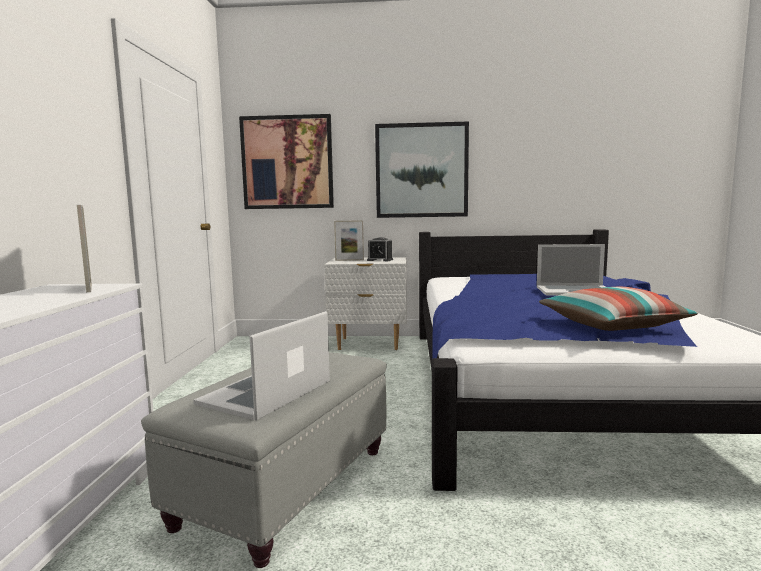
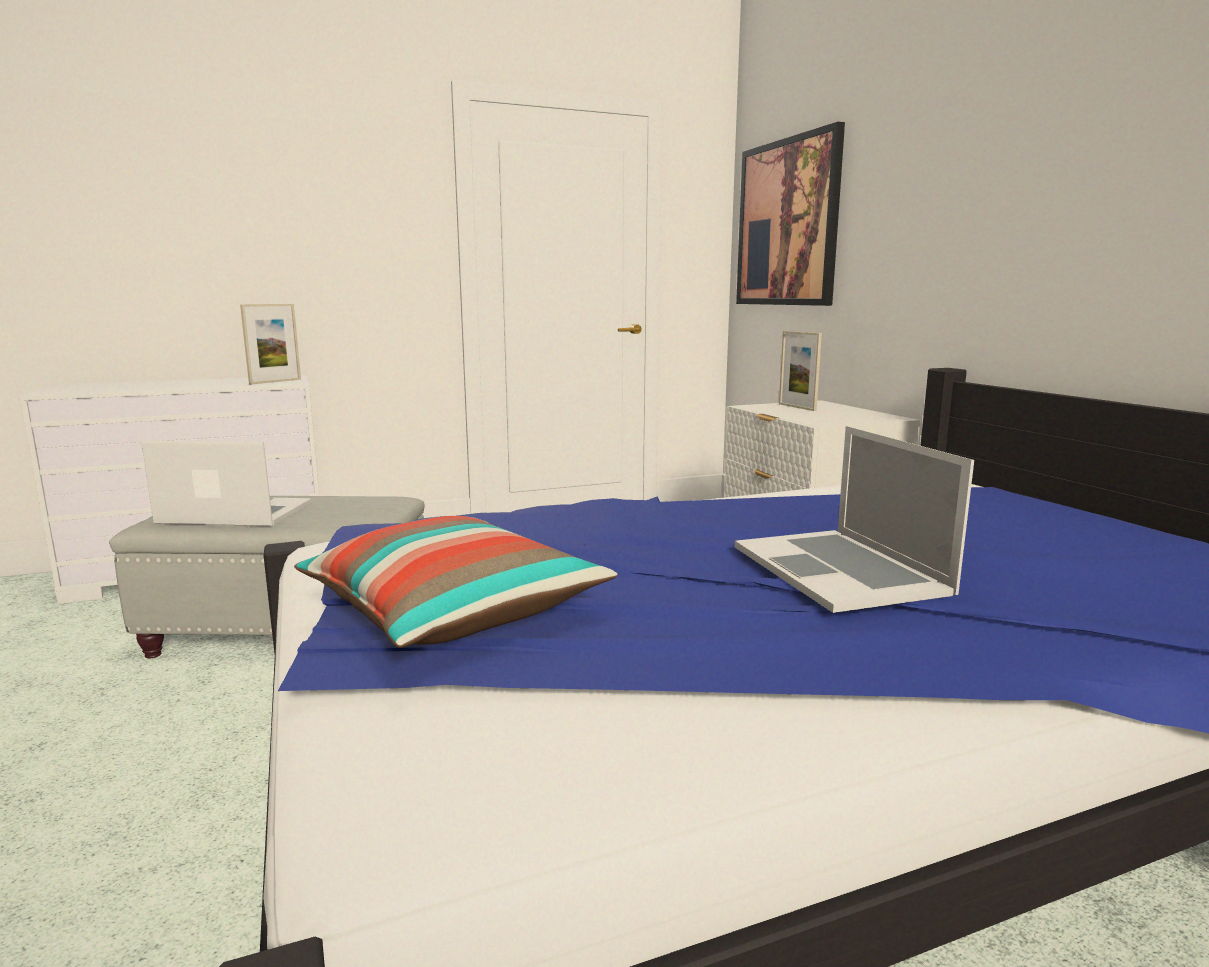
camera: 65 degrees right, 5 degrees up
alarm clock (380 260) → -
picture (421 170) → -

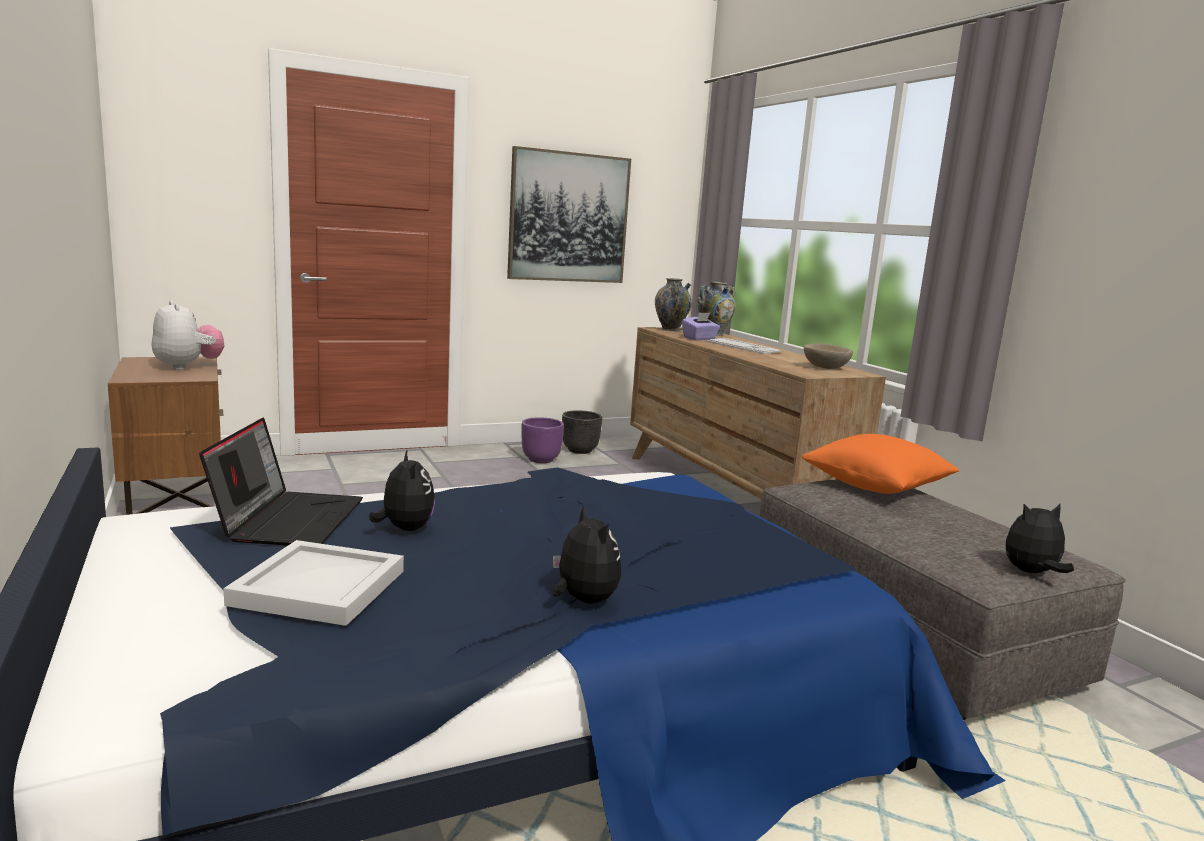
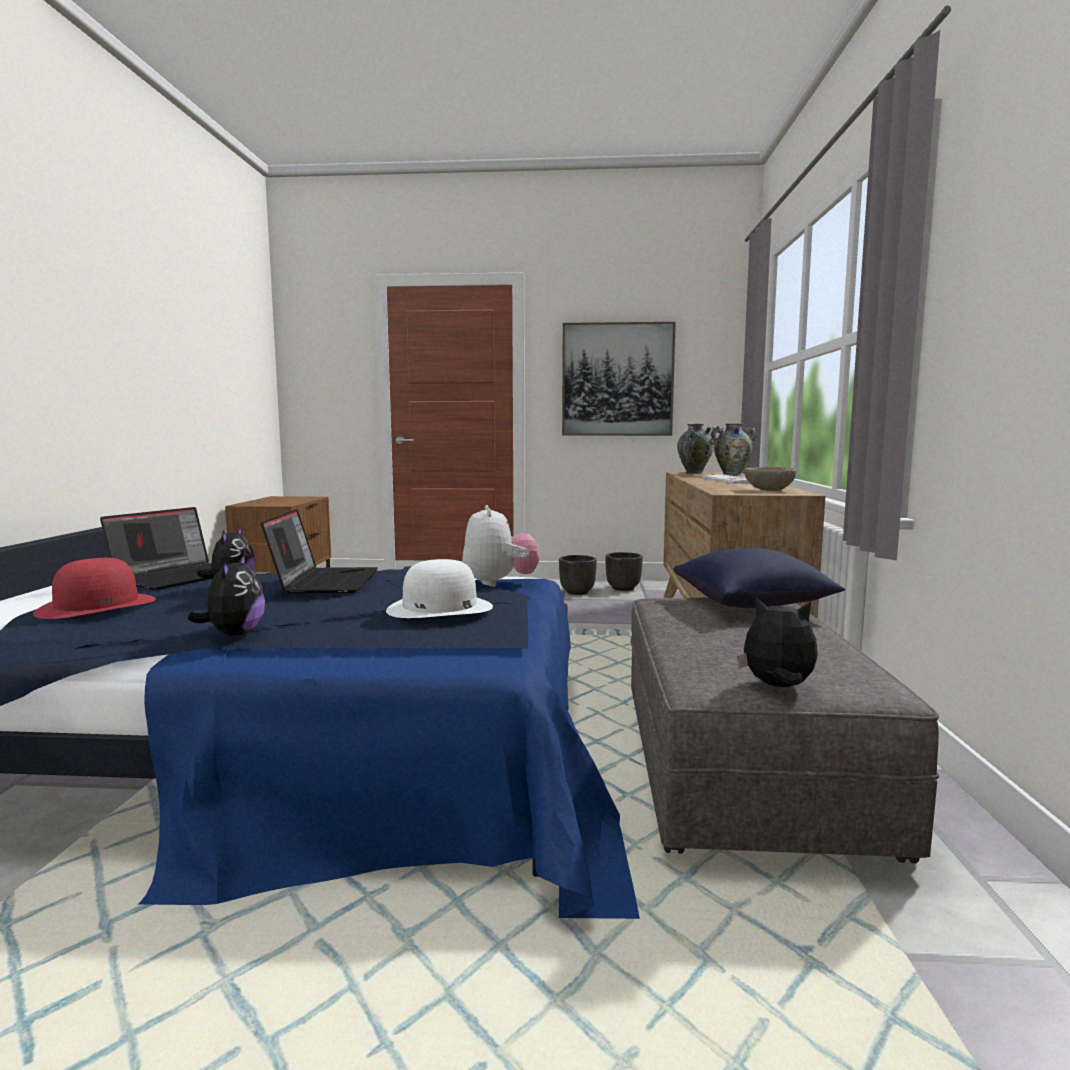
camera: 30 degrees right, 5 degrees down
tray (white) (318 586) → hat (red) (97 606)
- → laptop (324 582)
- → hat (white) (439 608)
plush toy (188 367) → plush toy (499 583), shifted
planter (purple) (541 459) → planter (black) (577 592)
pillow (orange) (877 486) → pillow (blue) (752 604)
tissue box (purple) (699 339) → -

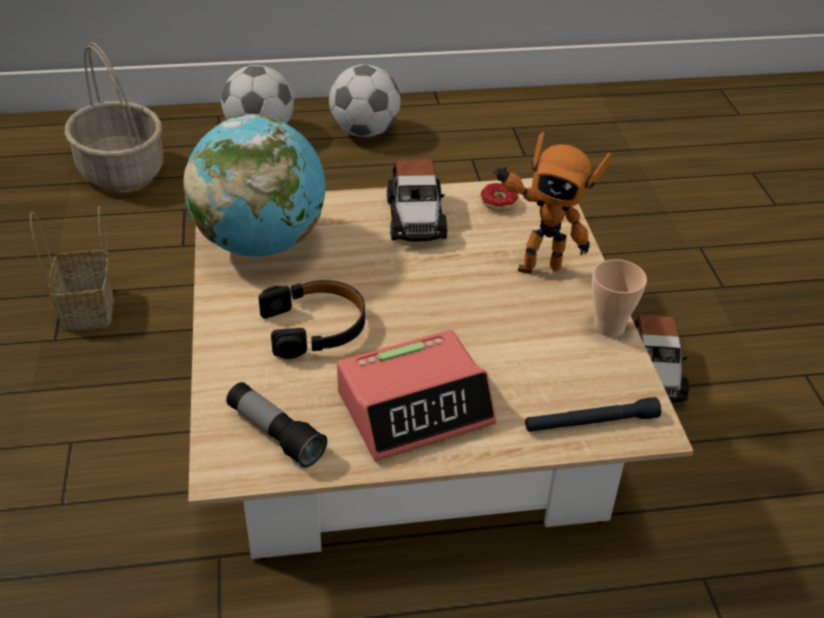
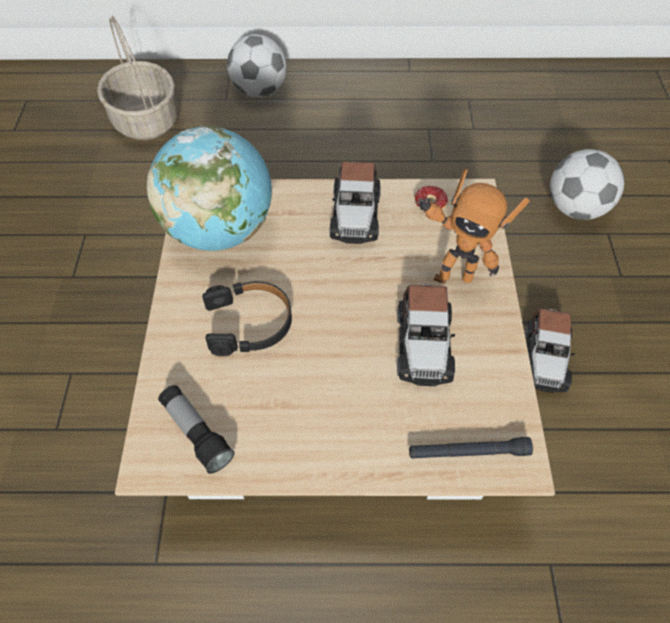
camera: 10 degrees right, 15 degrees up
- → toy car (423 344)
football (365 132) → football (576 208), shifted
basket (89 310) → -
alarm clock (415 407) → -
cup (609 327) → -

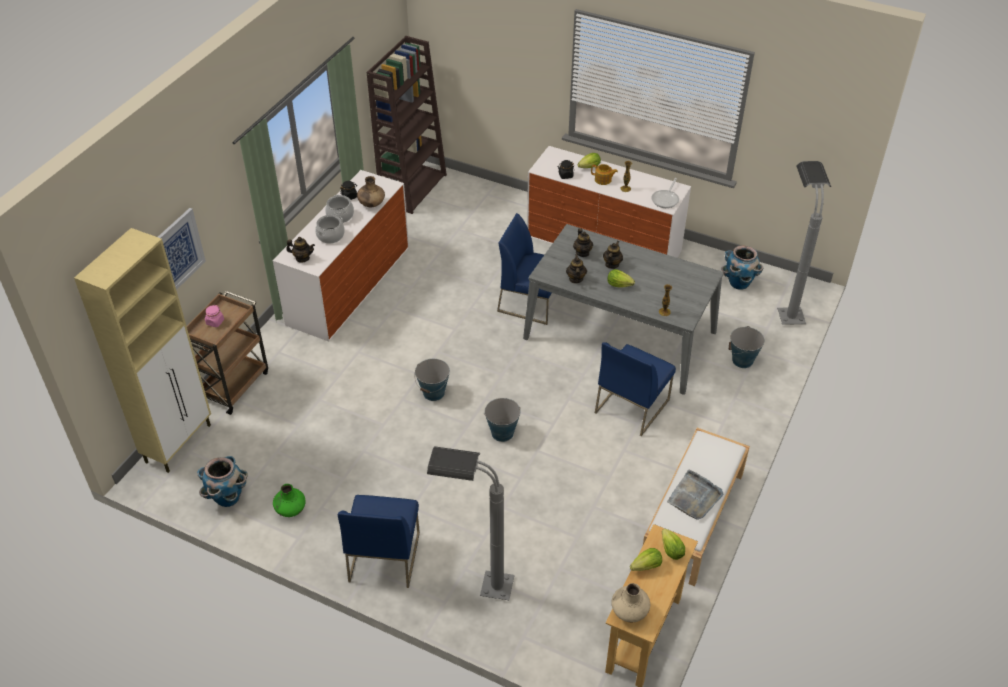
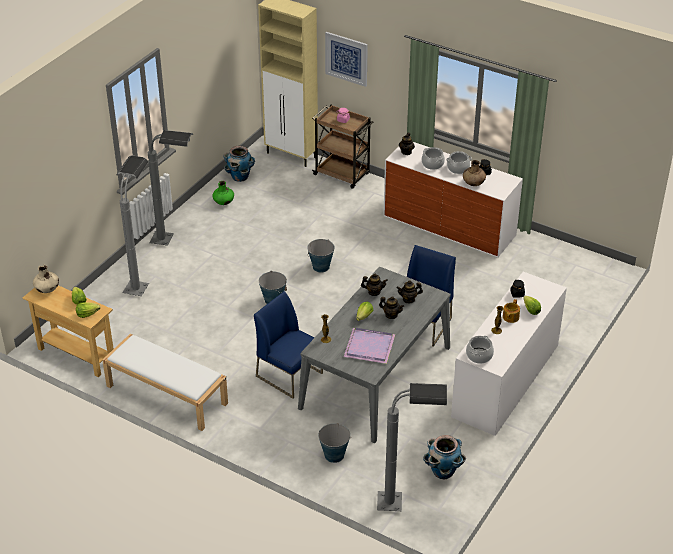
camera: 95 degrees right, 5 degrees down
chair (blue) (384 556) → floor lamp (grey) (175 241)
- → tray (purple) (370 347)
frying pan (666 199) → cooking pot (479 356)
bookcase (brown) (413 188) → -
tray (grey) (694 497) → -

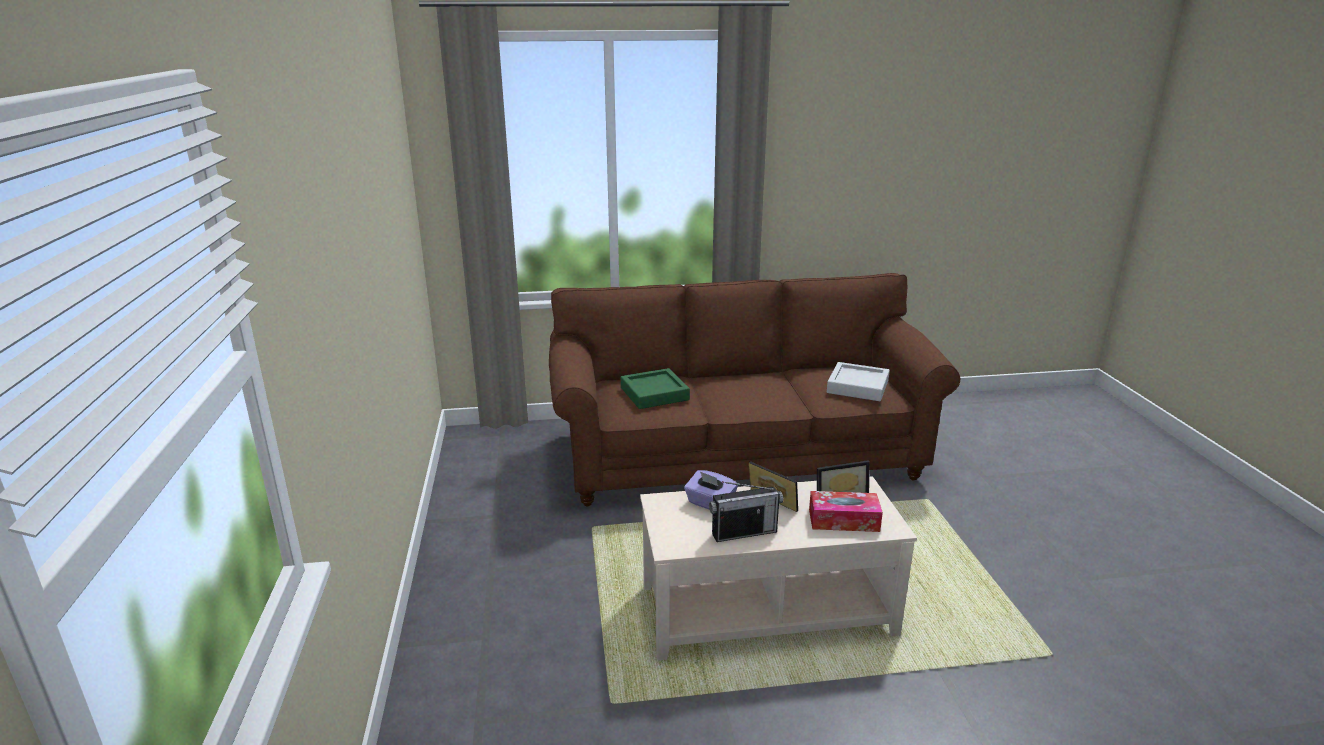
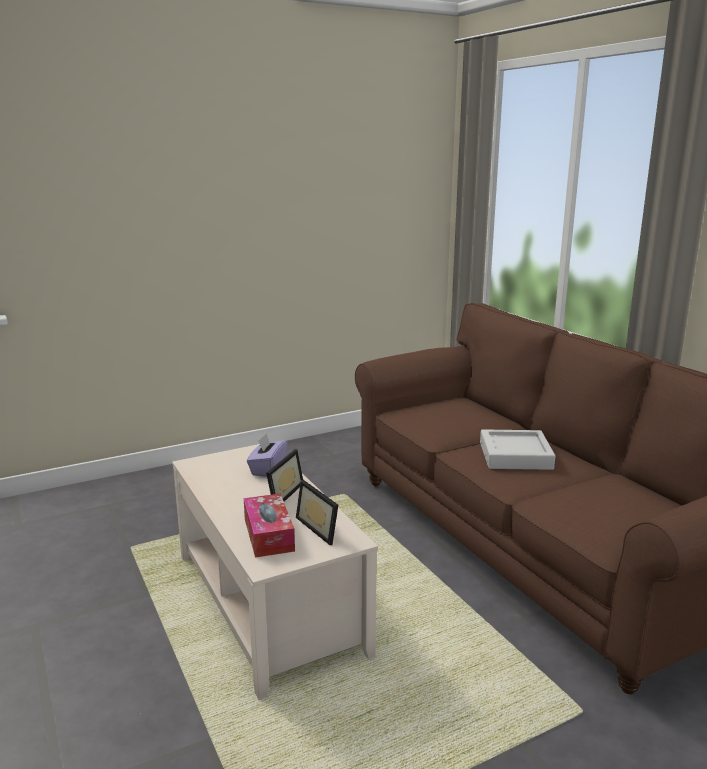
camera: 70 degrees right, 5 degrees down
tray (grey) (857 387) → tray (grey) (515 456), shifted
tray (green) (654 394) → -
radio (744 532) → -

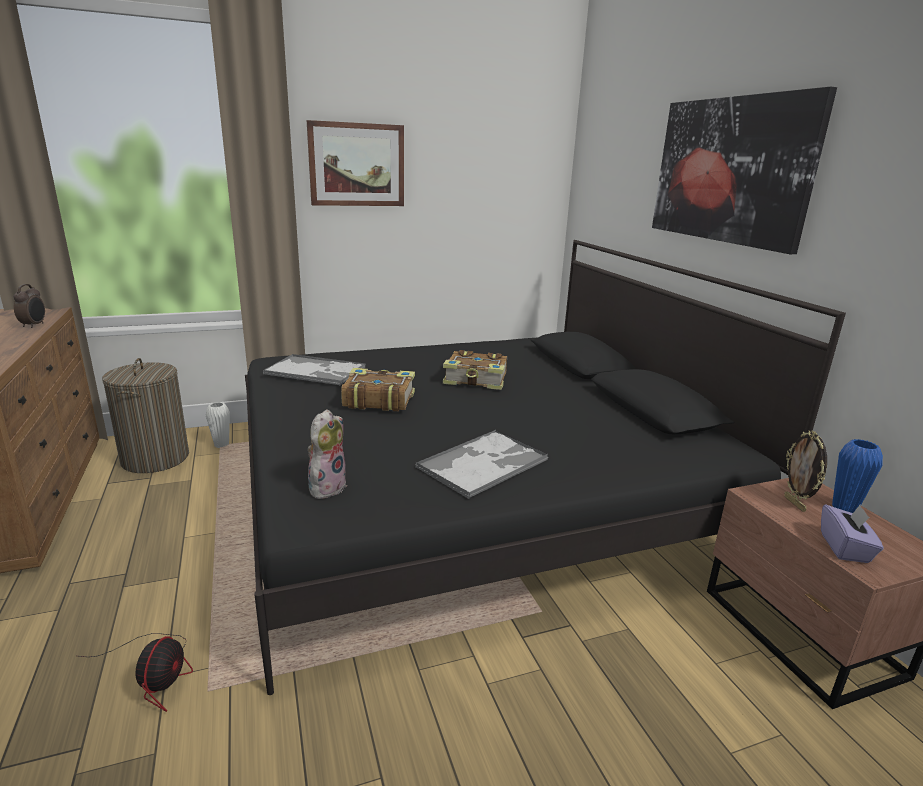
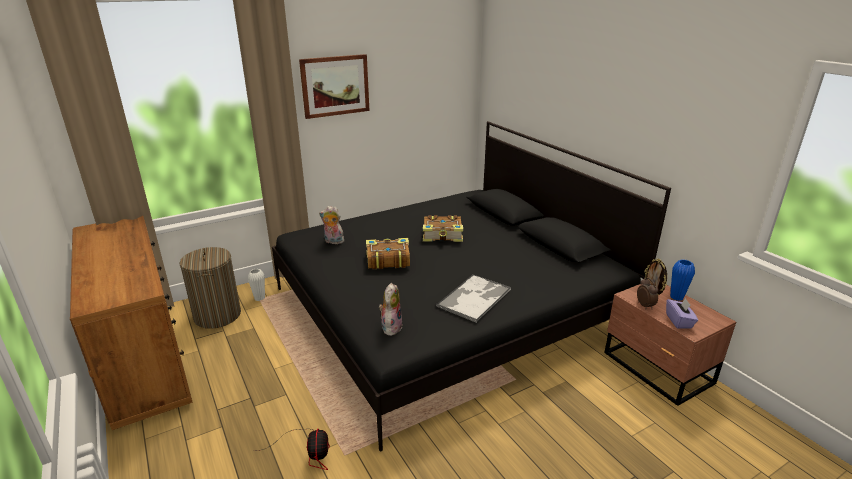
camera: 10 degrees left, 5 degrees up
tray (316 371) → plush toy (333 241)
alarm clock (34 325) → alarm clock (645 305), shifted
picture (730 170) → -

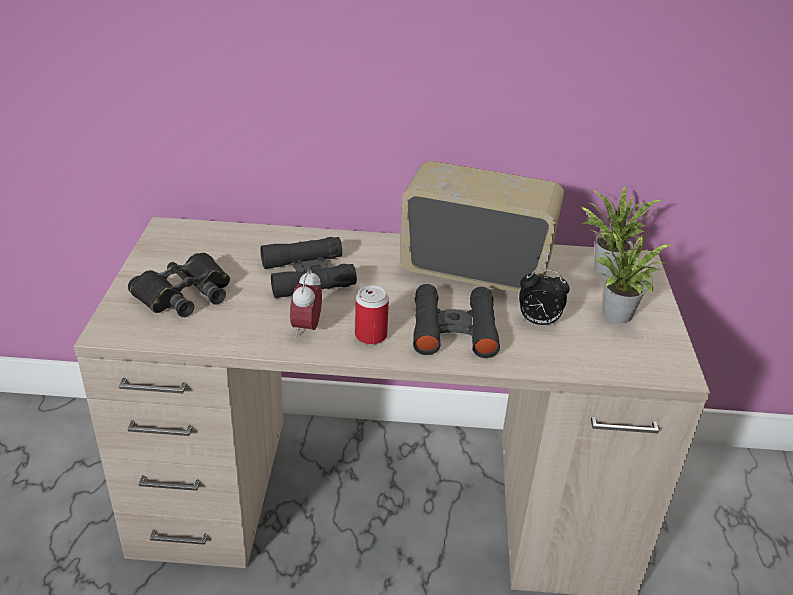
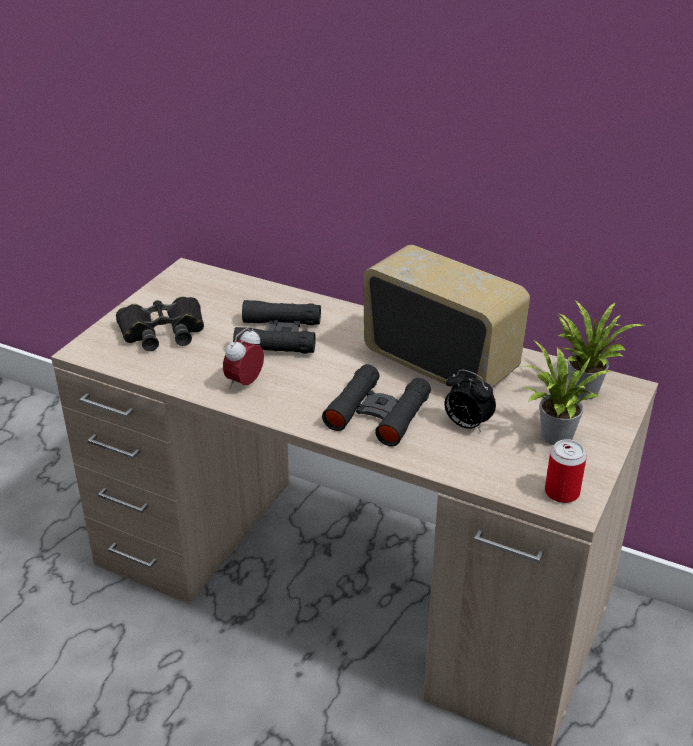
camera: 25 degrees right, 0 degrees up
can (371 336) → can (562 492), shifted

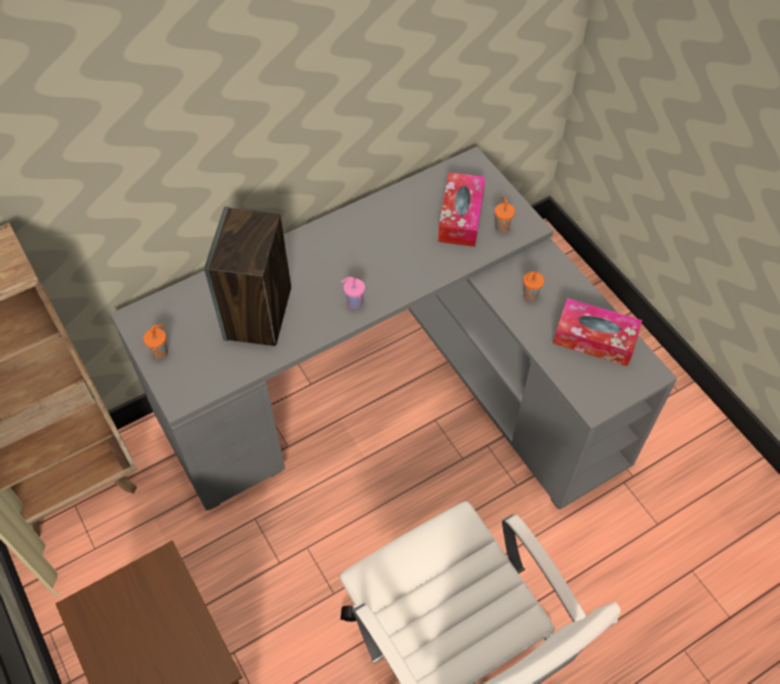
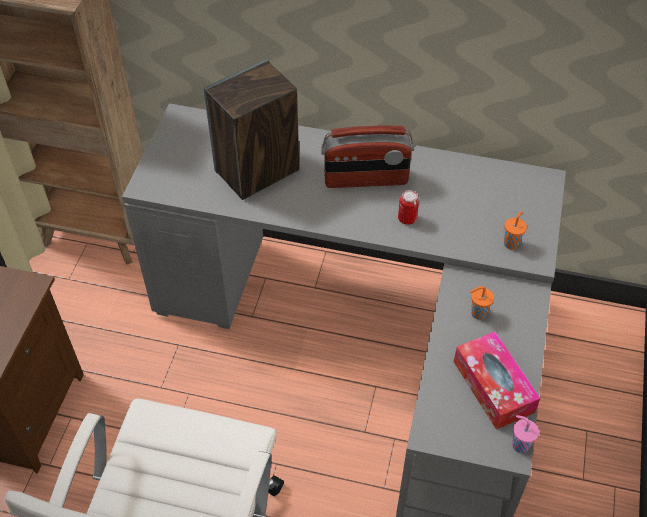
camera: 45 degrees right, 5 degrees down
- → radio (366 179)
- → can (407 218)
cup (pink) (354 303) → cup (pink) (519 444), shifted
cup (orange) (161 352) → -
tissue box (461 217) → -

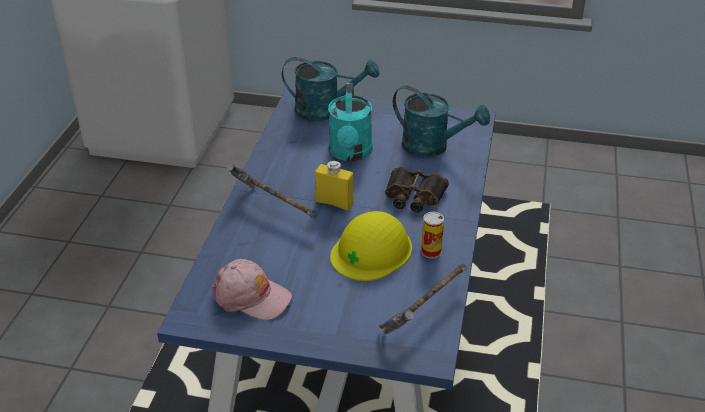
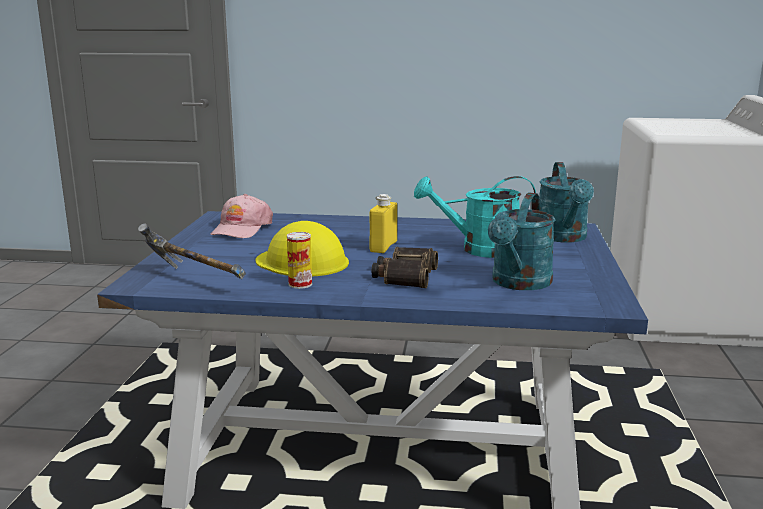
camera: 85 degrees right, 20 degrees down
hammer (272 209) → -

